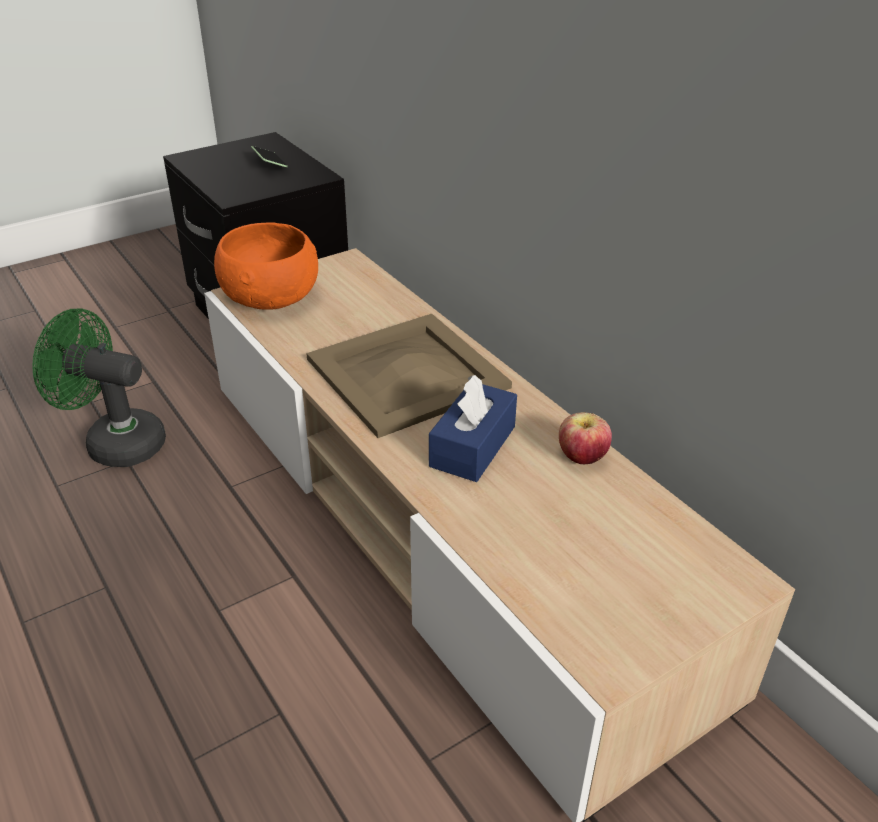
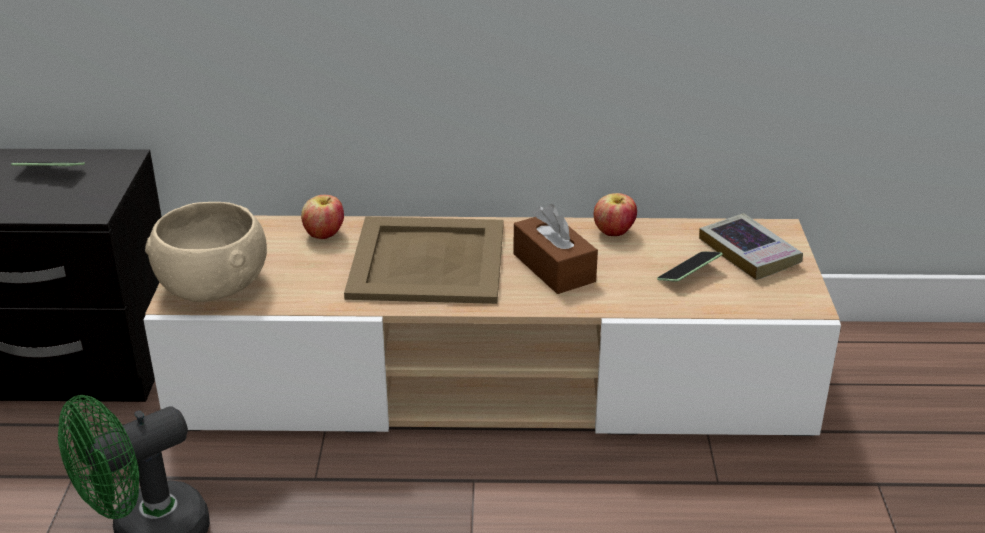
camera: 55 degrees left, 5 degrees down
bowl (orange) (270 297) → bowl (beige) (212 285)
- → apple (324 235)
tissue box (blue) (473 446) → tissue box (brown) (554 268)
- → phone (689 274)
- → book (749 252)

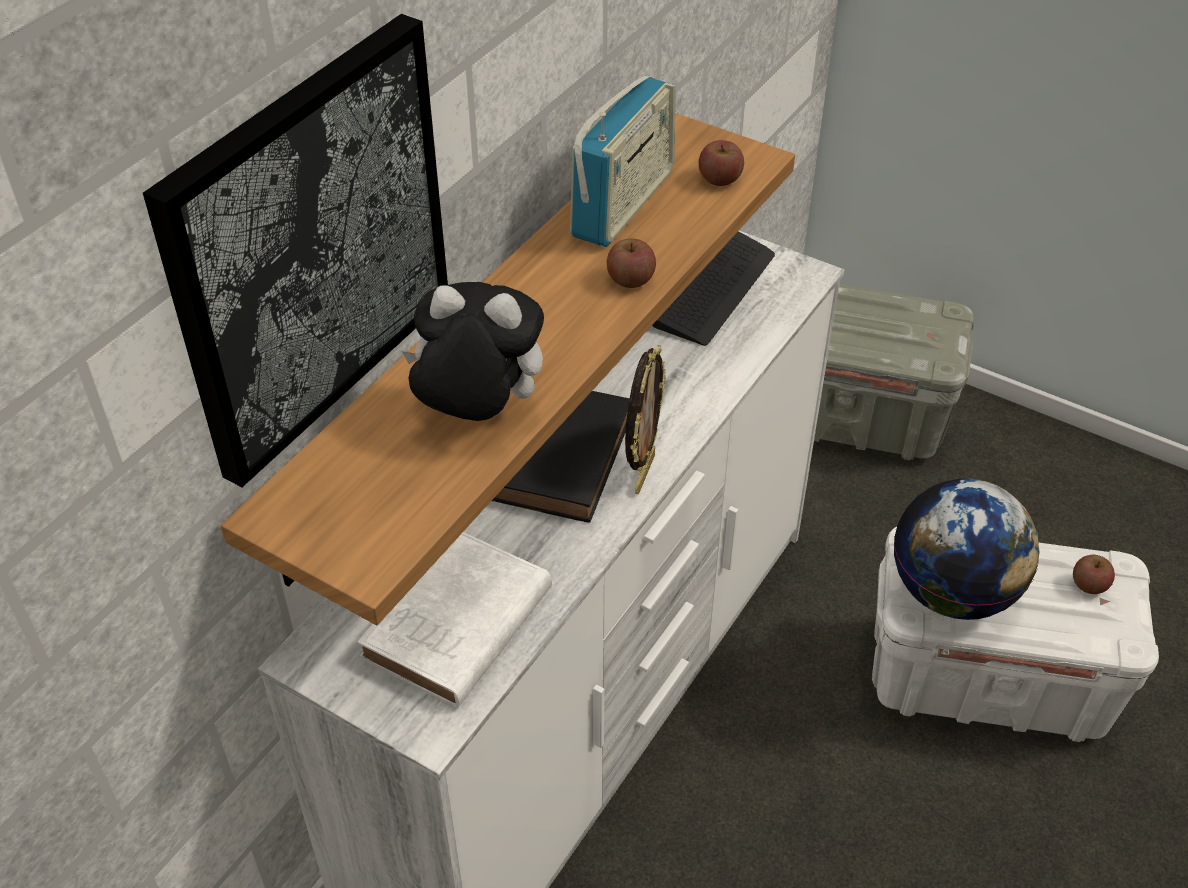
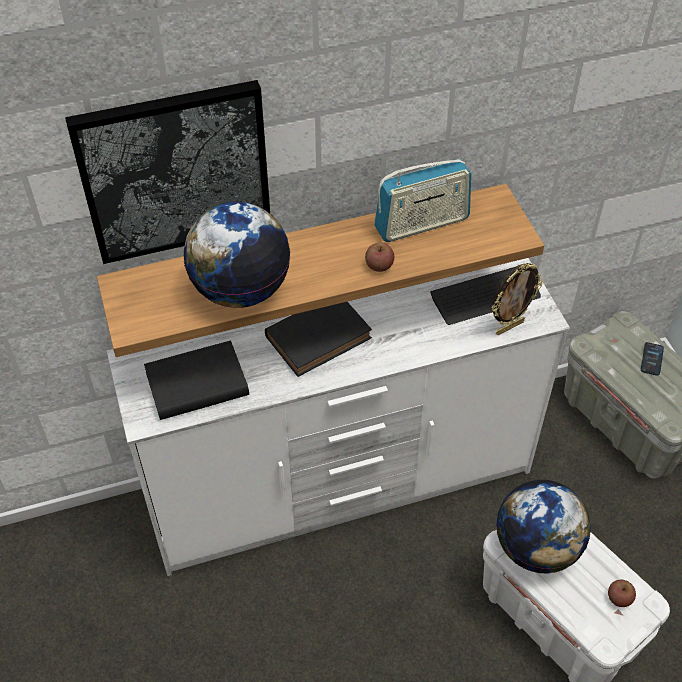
camera: 40 degrees right, 5 degrees up
book (white) (454 627) → book (black) (194 385)
plush toy (477 413) → globe (240 290)
picture frame (642 473) → picture frame (509 327), shifted
- → phone (651 359)
apple (720 179) → -

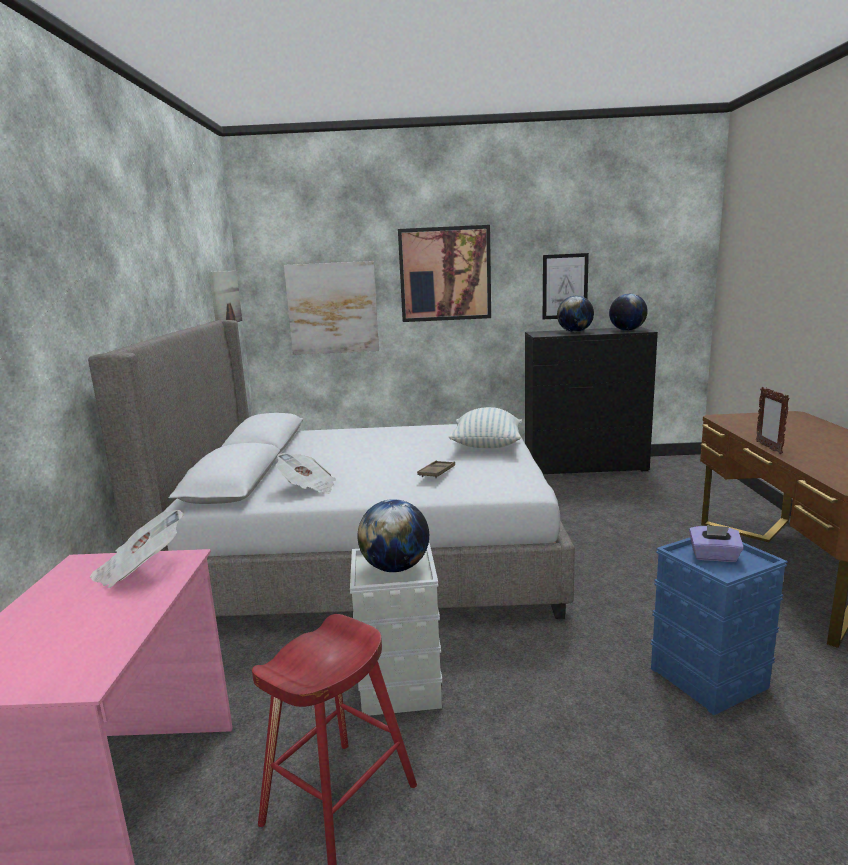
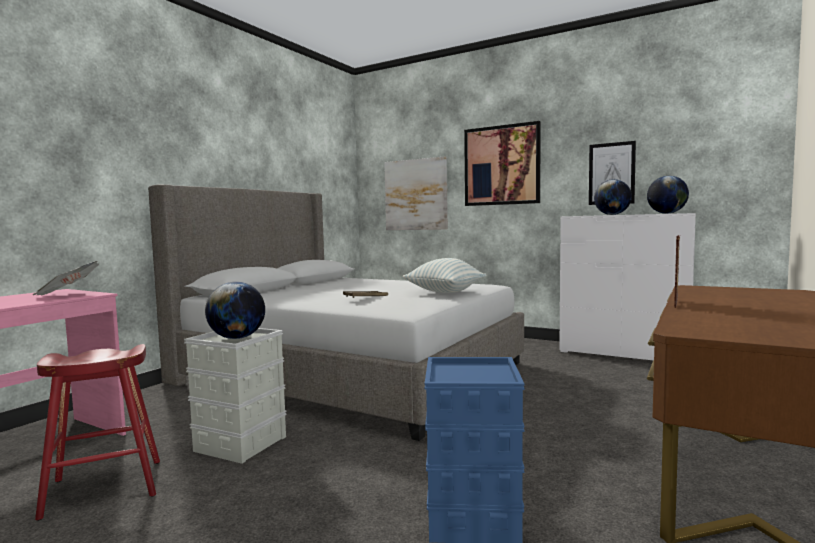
camera: 30 degrees right, 10 degrees down
dresser (black) (585 466) → dresser (white) (623 353)
picture (225 298) → -
newspaper (308 488) → -
tissue box (purple) (714 556) → -

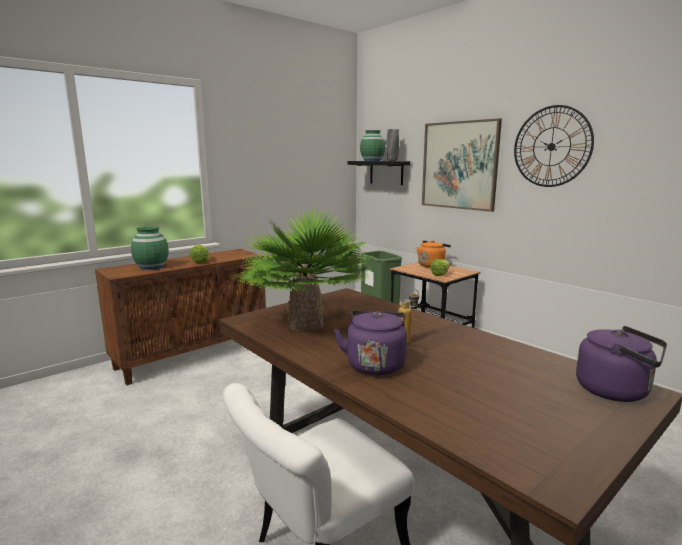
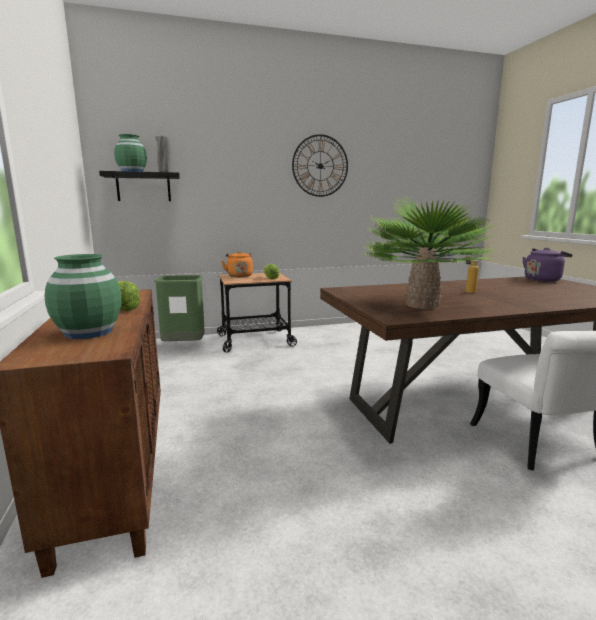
camera: 65 degrees left, 0 degrees up
kettle (purple) (375 364) → -
picture (459 165) → -

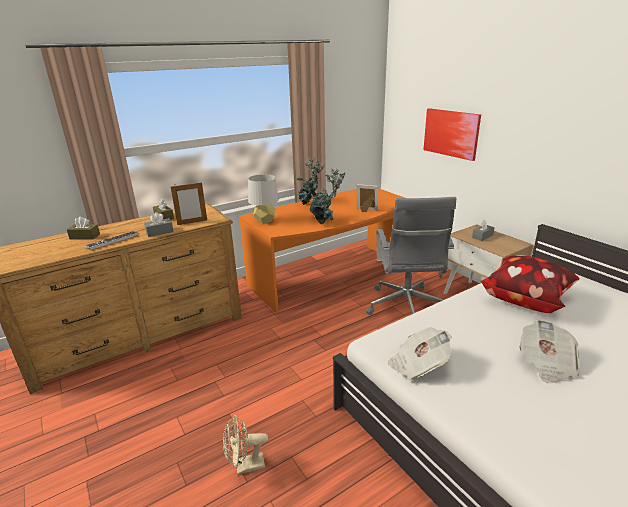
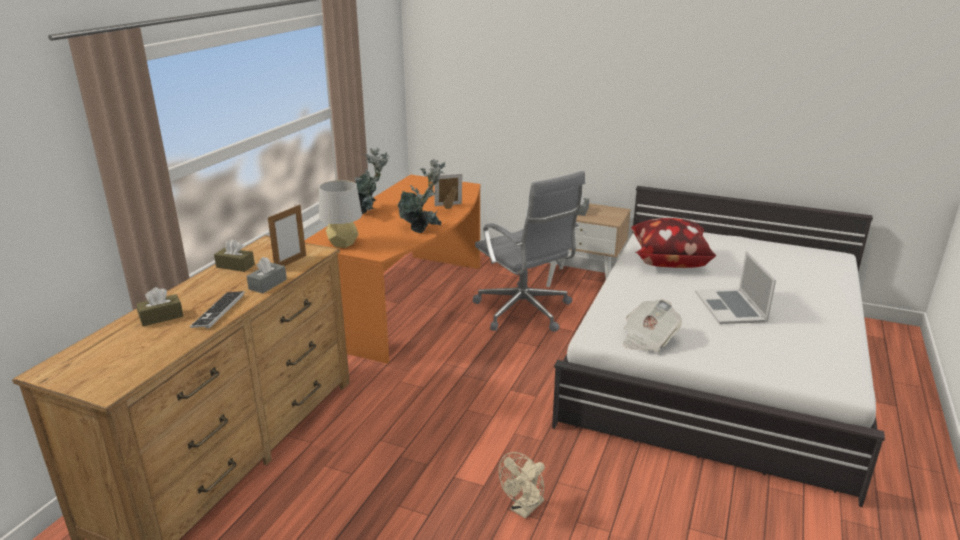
camera: 35 degrees left, 0 degrees up
newspaper (546 364) → laptop (731 306)
picture (451 133) → -

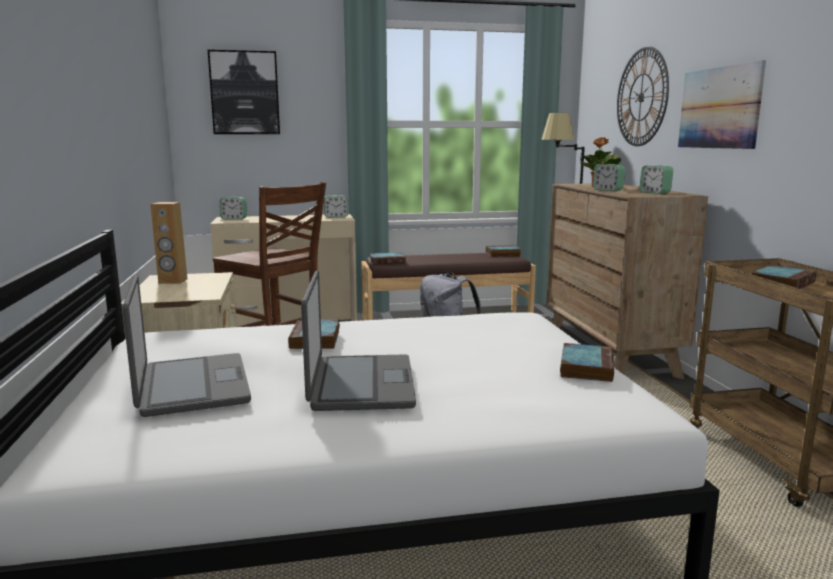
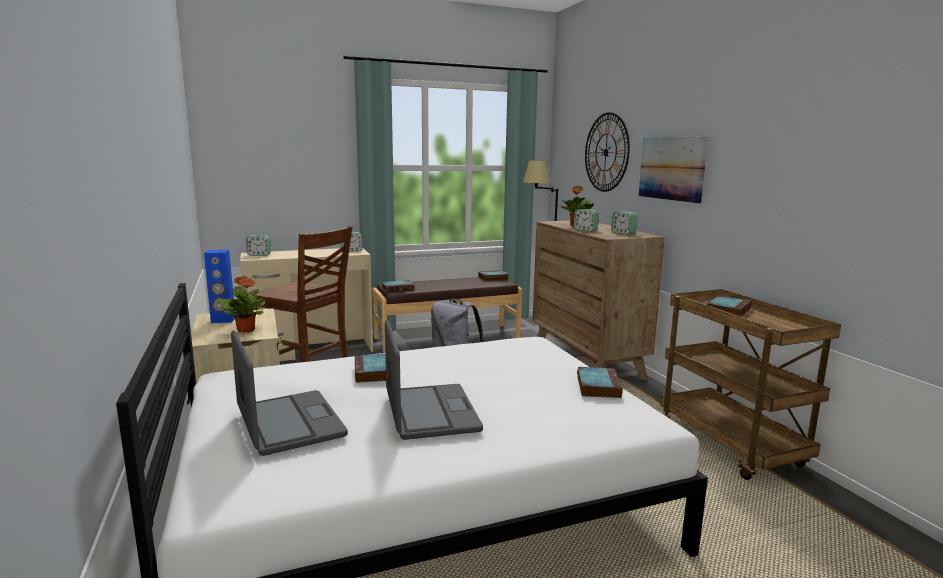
camera: 10 degrees left, 0 degrees up
speaker (brown) (172 281) → speaker (blue) (223 320)
- → potted plant (246 330)
picture (245 93) → -

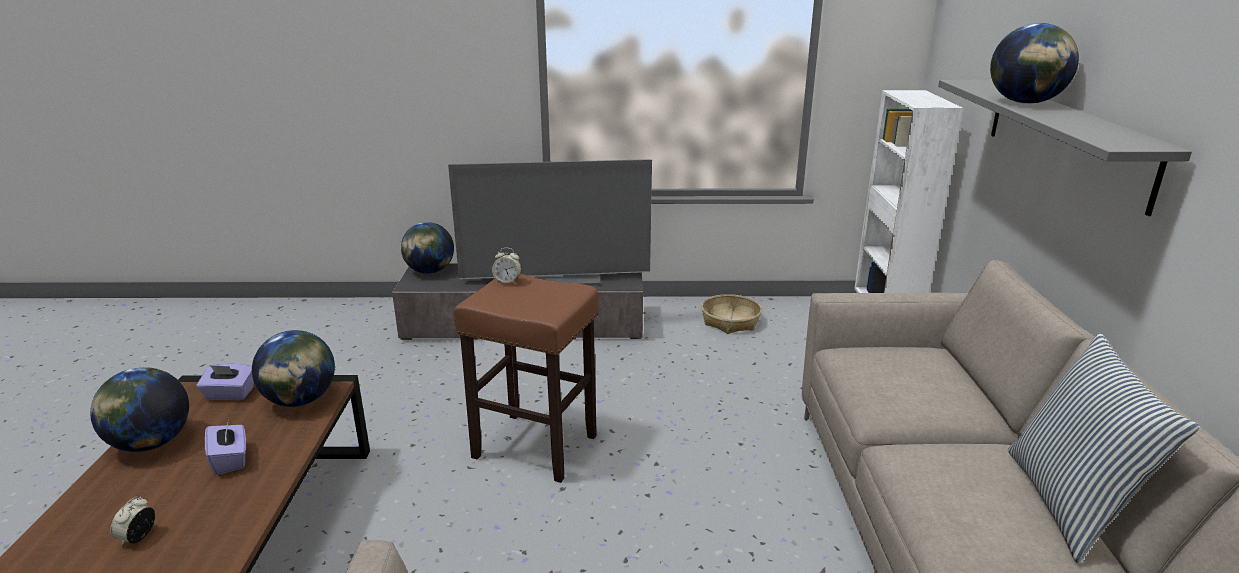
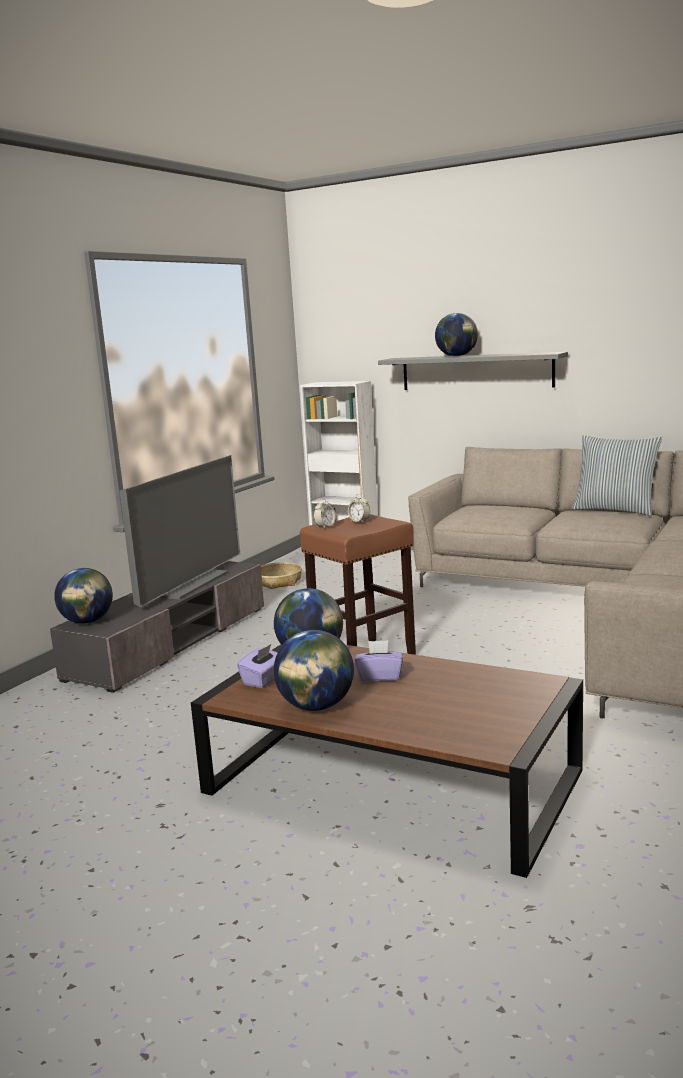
camera: 60 degrees left, 10 degrees down
alarm clock (138 537) → alarm clock (359 521), shifted

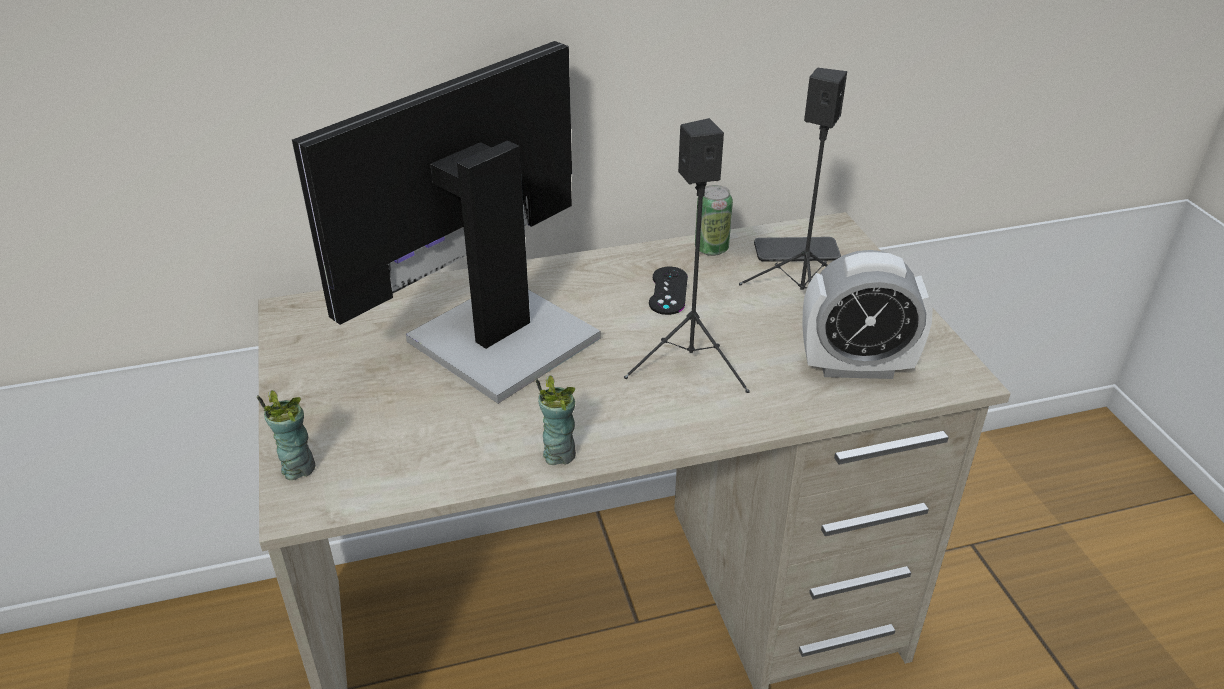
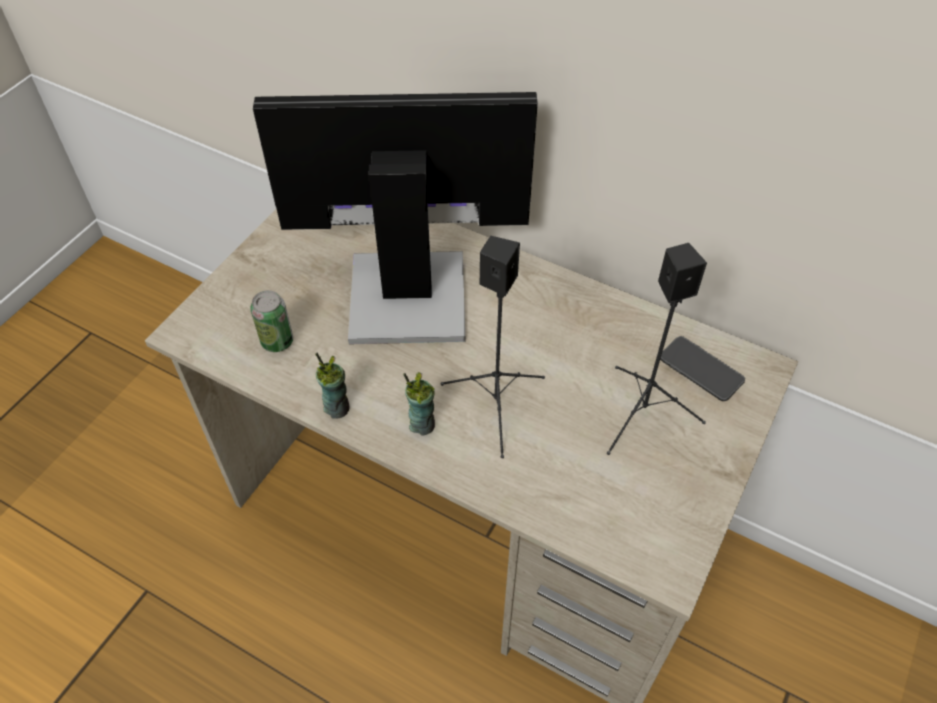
camera: 45 degrees right, 15 degrees up
can (711 248) → can (277 341), shifted
cup (298 467) → cup (422 424), shifted
game controller (black) (668 291) → -
alarm clock (856 367) → -

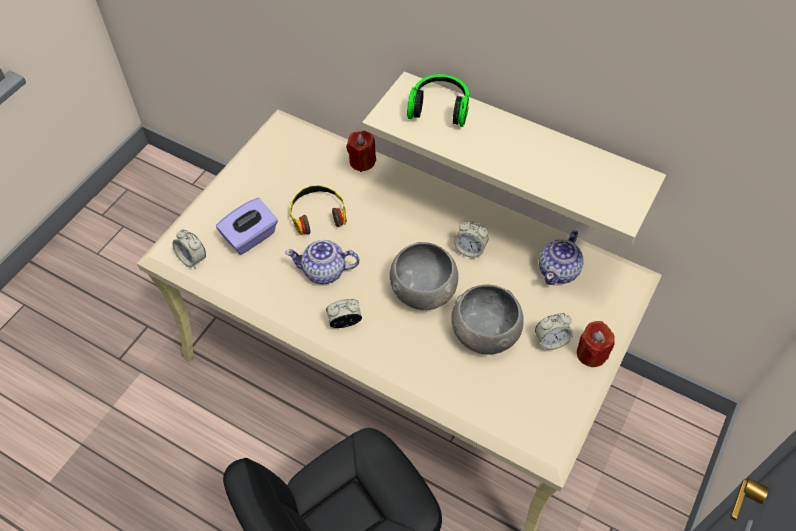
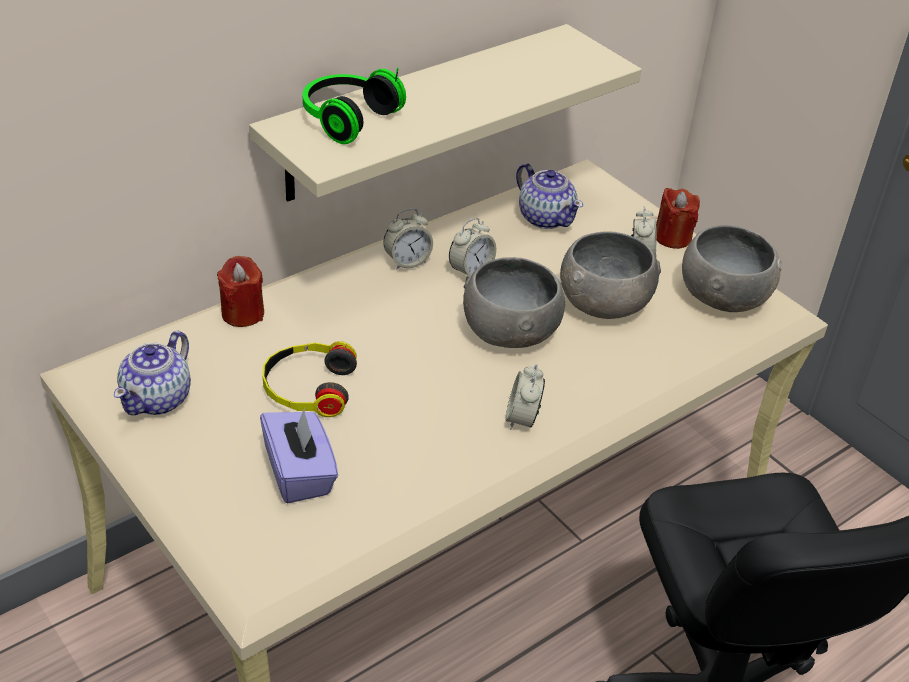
camera: 70 degrees left, 15 degrees down
teapot (325 271) → teapot (158 398), shifted
alarm clock (192 259) → alarm clock (407 262), shifted
- → bowl (grey) (723 295)

